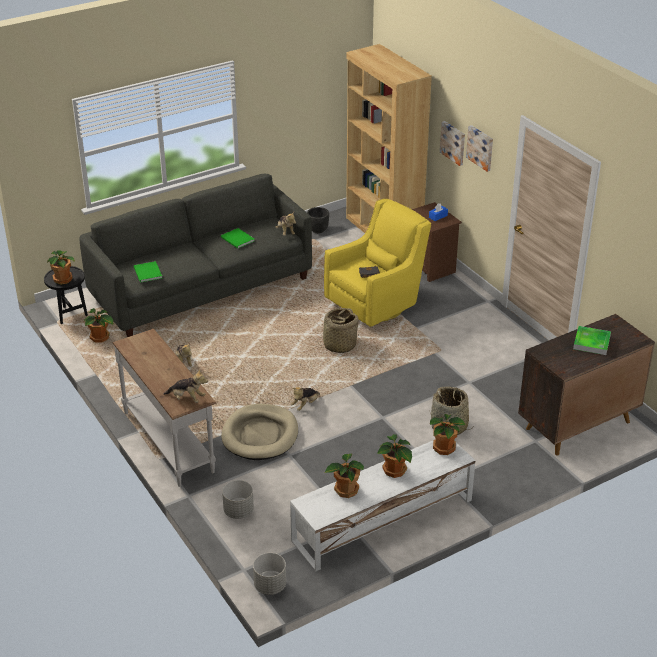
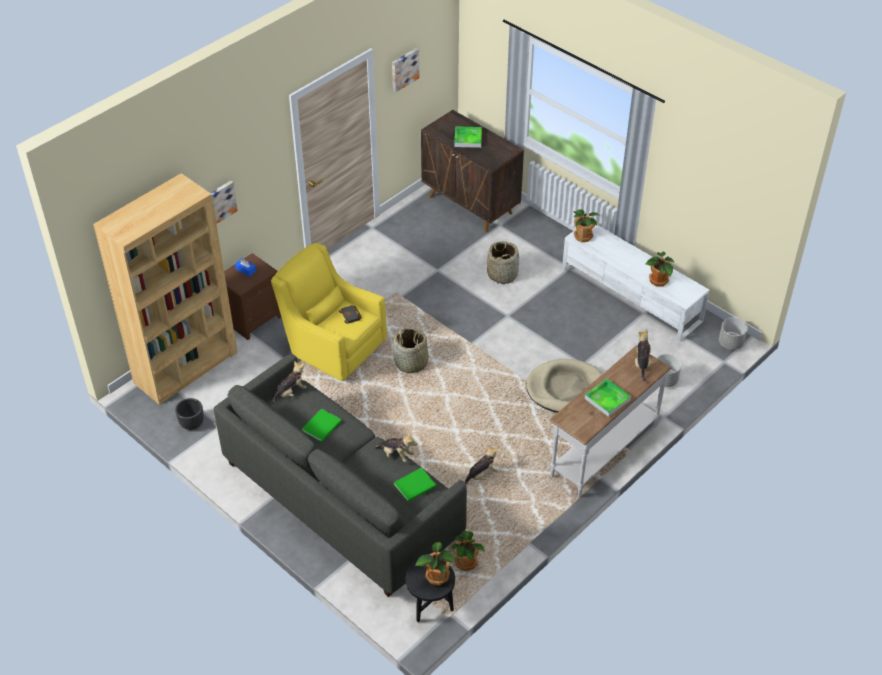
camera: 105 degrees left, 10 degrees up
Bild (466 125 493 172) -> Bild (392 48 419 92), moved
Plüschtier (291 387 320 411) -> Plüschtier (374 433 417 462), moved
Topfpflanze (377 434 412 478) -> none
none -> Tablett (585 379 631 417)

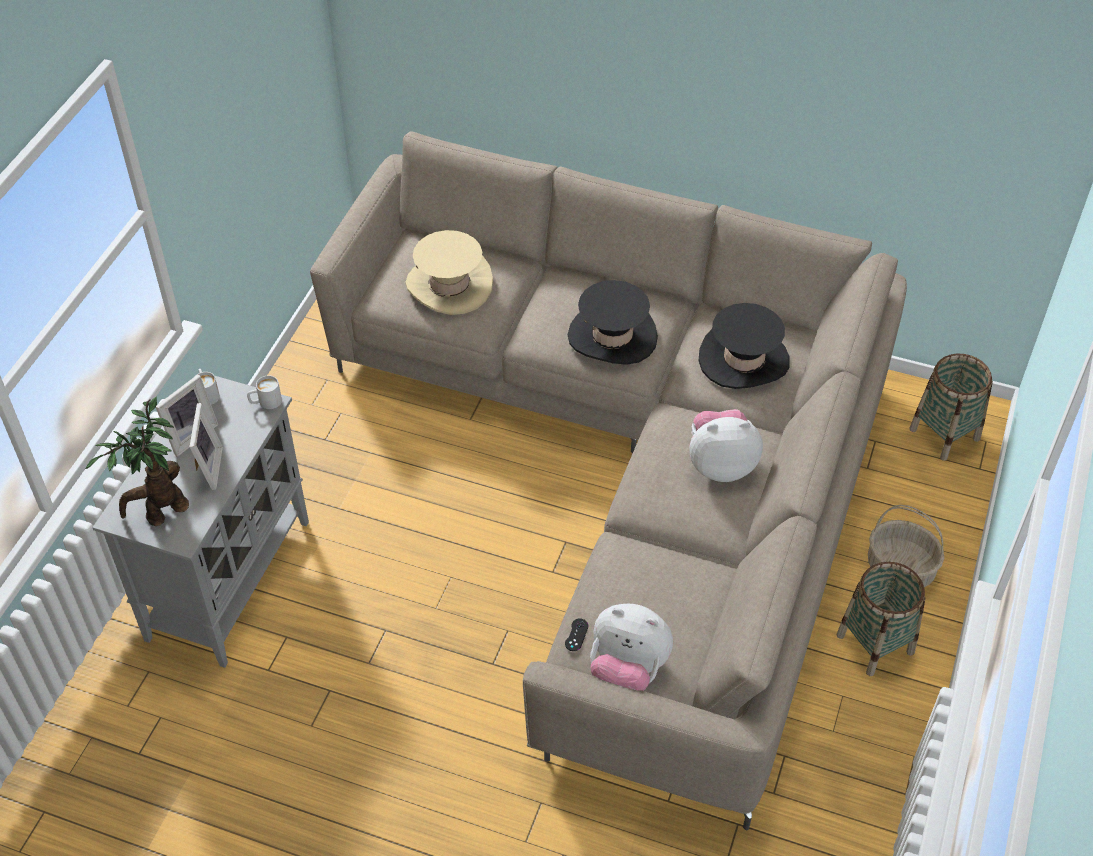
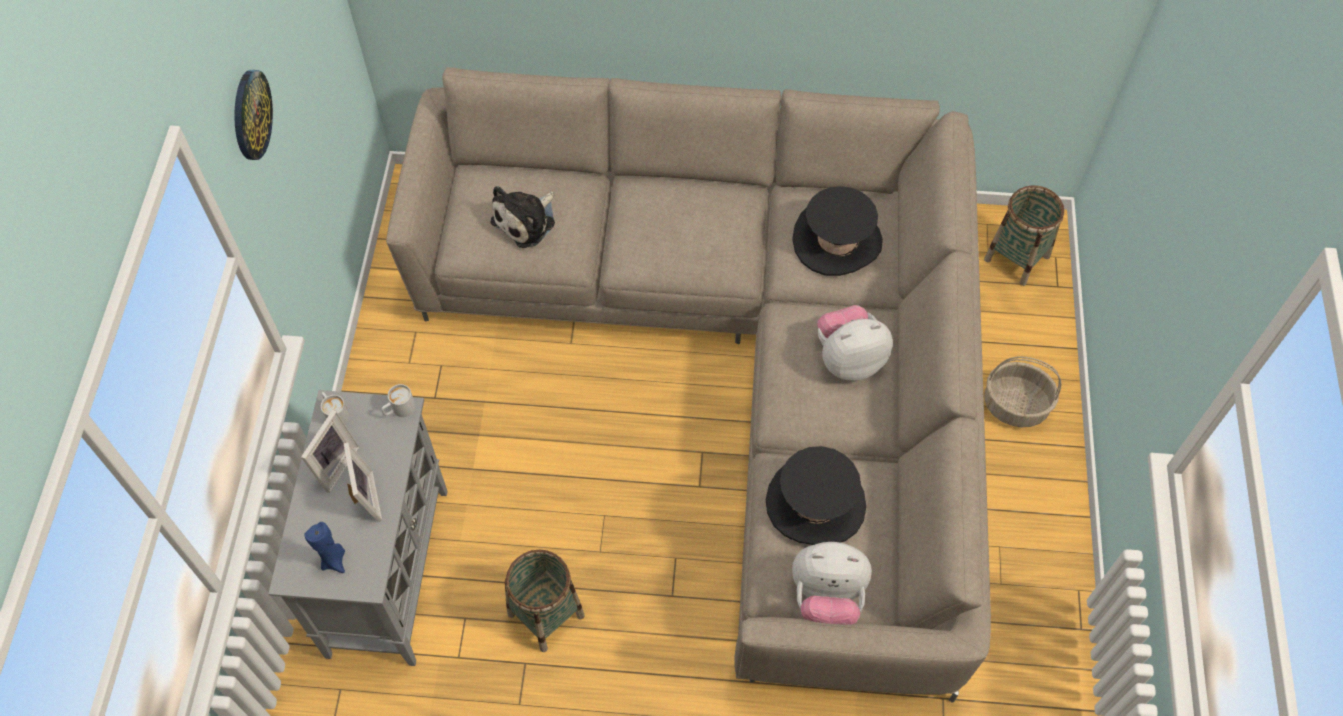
camera: 15 degrees left, 10 degrees up
Hut/beige (406 230 493 315) -> Plüschtier (490 186 555 248)
Hut/schwarz (568 280 658 365) -> Hut/schwarz (766 446 866 545), moved
Topfpflanze (85 396 189 526) -> Kerze/blau (305 522 345 573)
Korb (837 562 925 676) -> Korb (505 550 585 652), moved
Gamepad/schwarz (565 619 588 651) -> none
none -> Wanduhr (234 70 273 160)

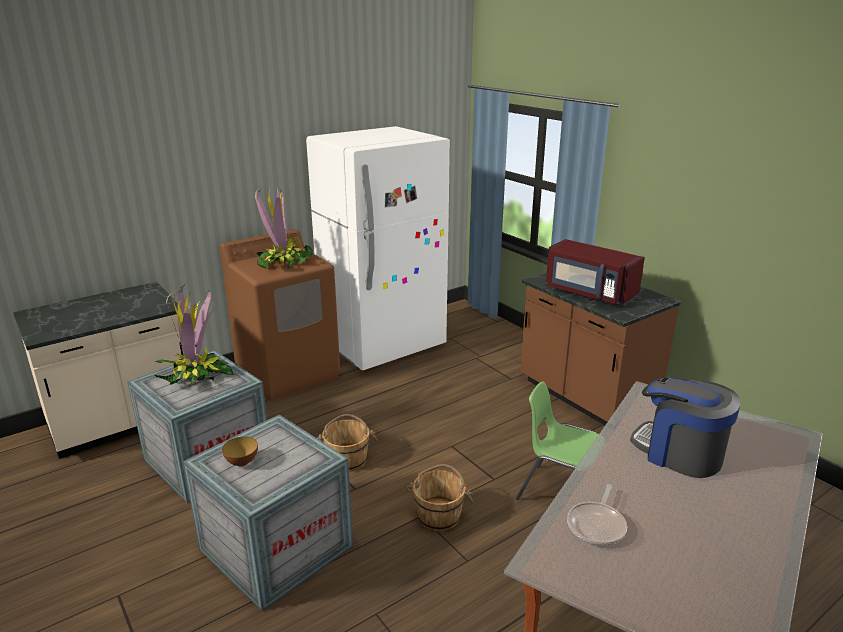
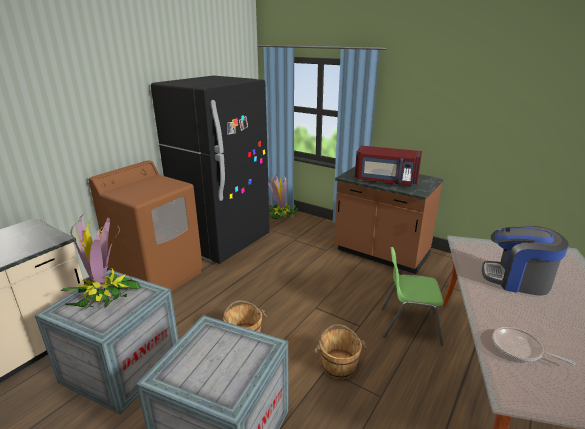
camera: 20 degrees left, 0 degrees up
Kühlschrank/weiß (306 126 450 371) -> Kühlschrank/schwarz (151 76 270 264)
Topfpflanze (255 187 313 269) -> Topfpflanze (268 174 298 219), moved
Schüssel (222 437 258 467) -> none
Pfanne (567 484 627 546) -> Pfanne (492 327 575 365), 120 degrees clockwise

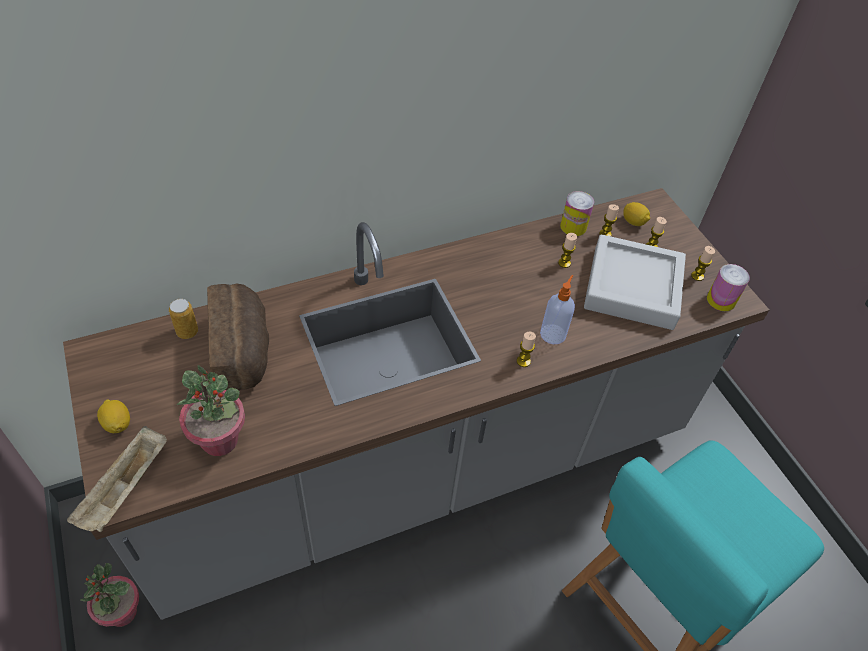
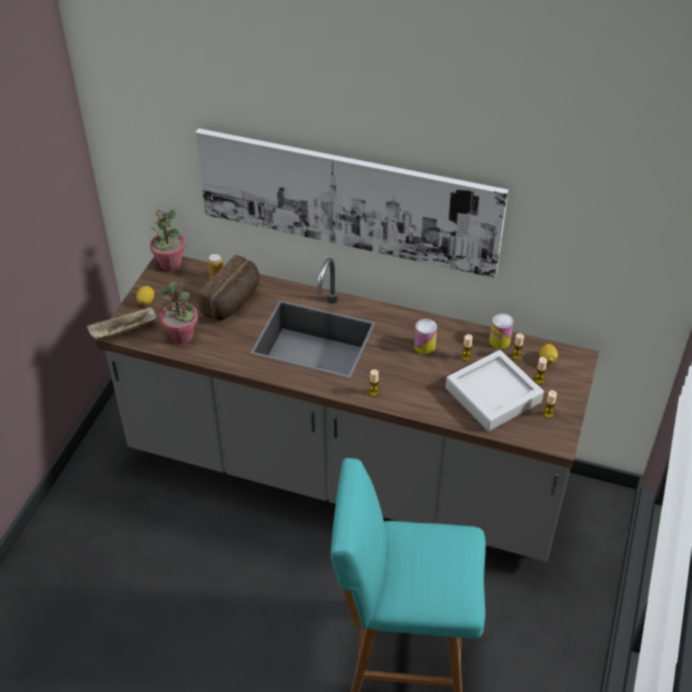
camera: 45 degrees right, 5 degrees down
Dose (707 264 750 311) -> Dose (414 319 437 354), moved
Seifenspender (540 275 575 344) -> none
Topfpflanze (80 563 139 627) -> Topfpflanze (150 209 186 271), moved
none -> Bild (195 128 508 278)

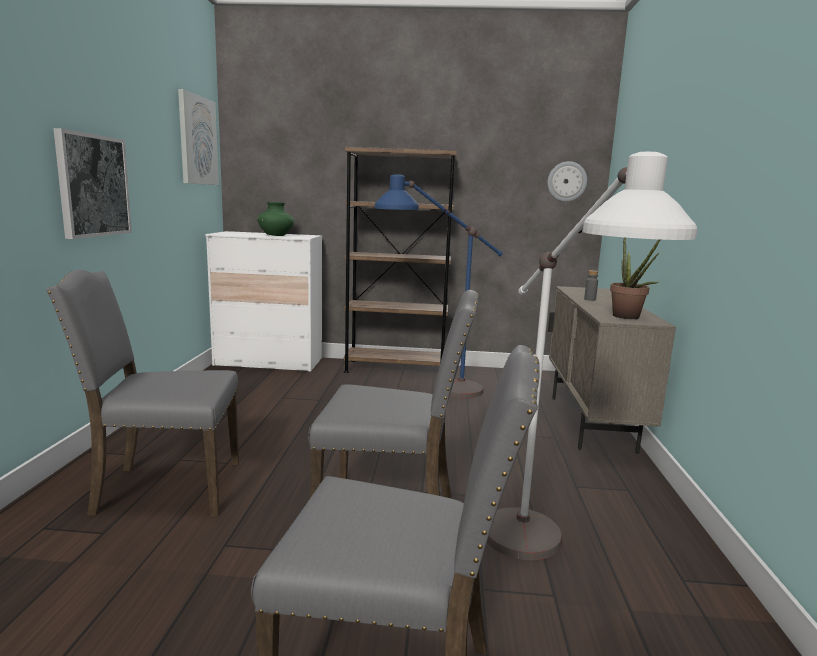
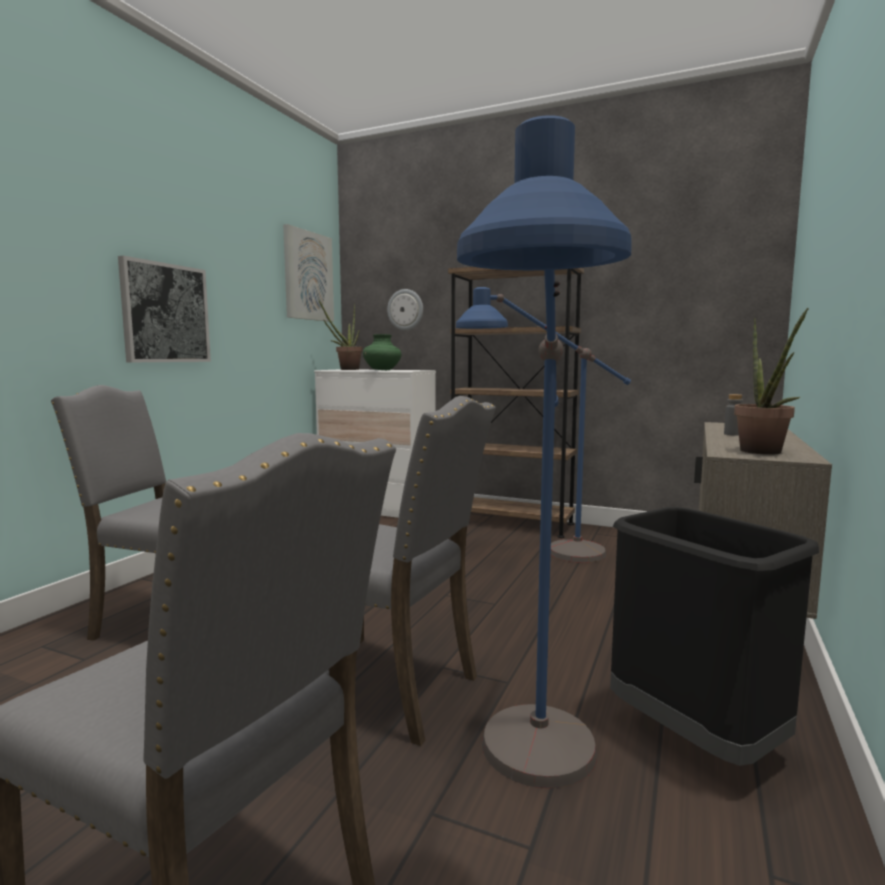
camera: 20 degrees right, 5 degrees down
Stehlampe/weiß (487 152 697 560) -> Stehlampe/blau (457 115 632 788)
Wanduhr (547 161 587 202) -> Wanduhr (387 289 423 330), moved
none -> Topfpflanze (318 299 362 370)
none -> Mülleimer/schwarz (610 507 819 766)

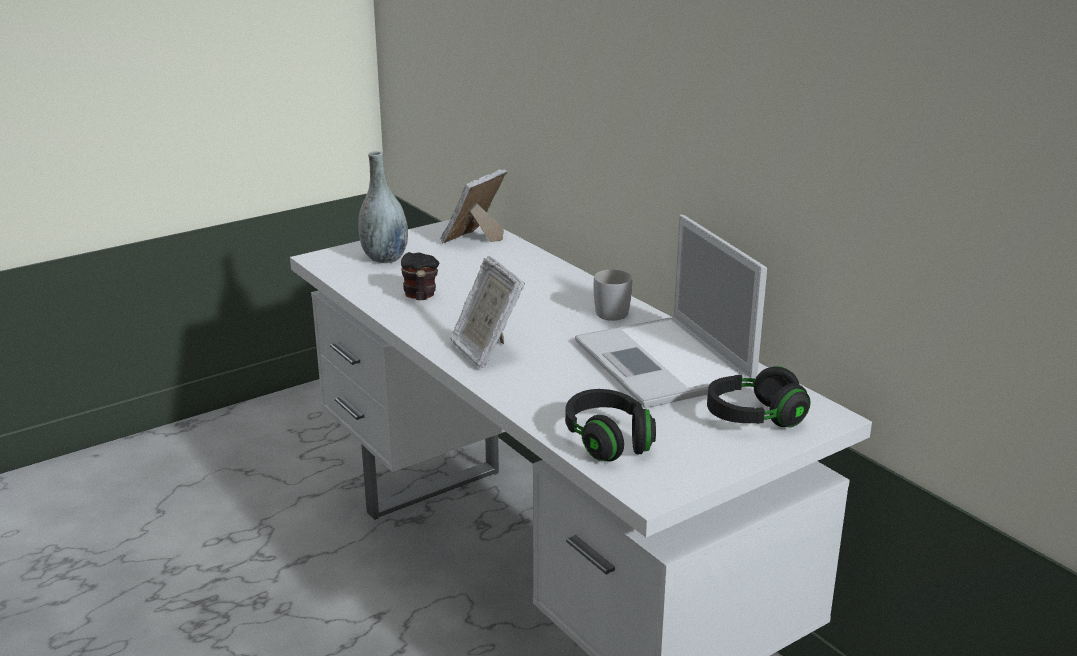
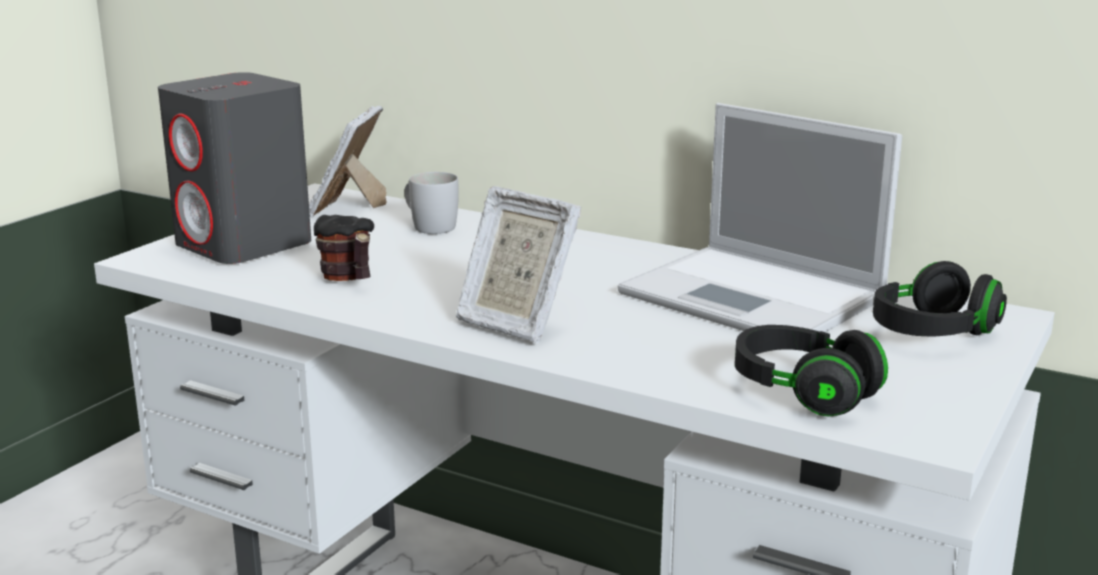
camera: 25 degrees left, 5 degrees down
Vase/grau (358 151 408 263) -> Lautsprecher/grau (158 72 311 264)
Henkelbecher/weiß (594 270 632 321) -> Henkelbecher/weiß (404 172 459 234), moved

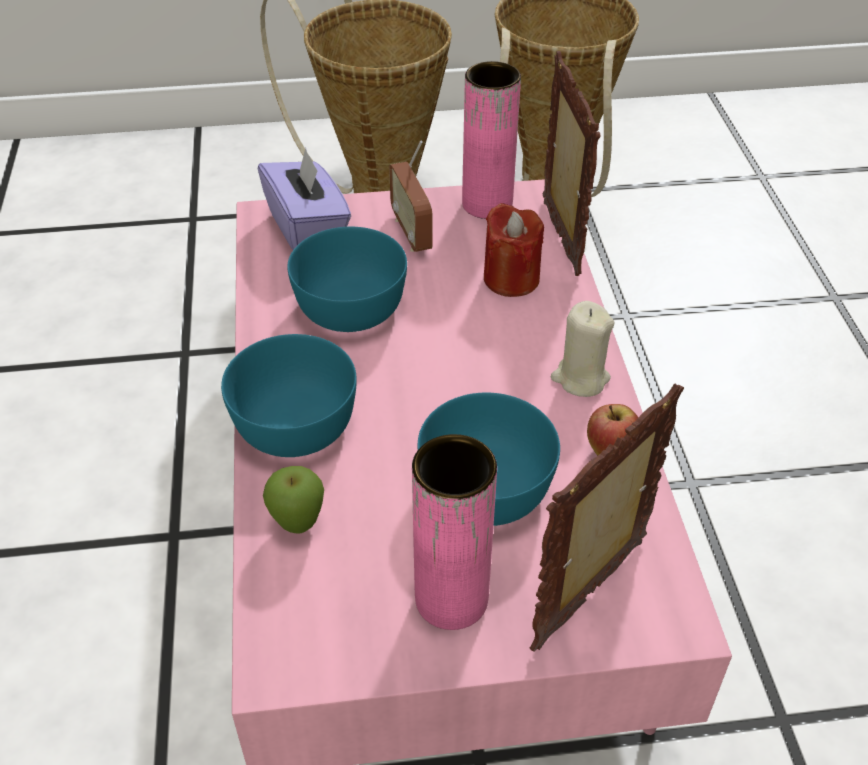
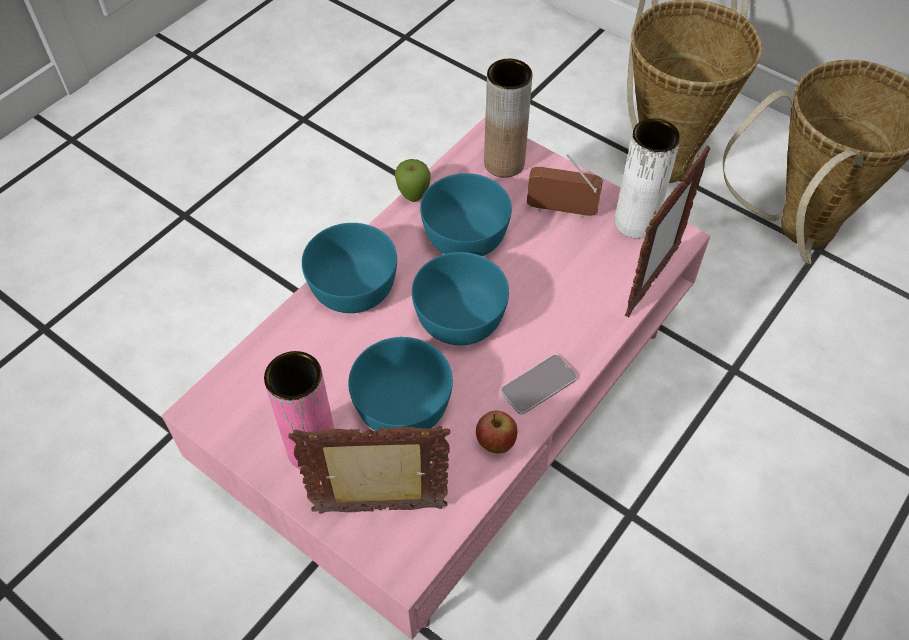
camera: 45 degrees right, 10 degrees up
Vase/rosa (462 61 521 219) -> Vase/weiß (614 118 681 239)
Radio (389 140 433 252) -> Radio (527 154 603 219), 75 degrees clockwise
Taschentuchbox/lila (258 148 351 250) -> Vase/braun (484 59 533 178)
Kerze/rot (484 203 544 297) -> none
Kerze/beige (551 301 614 397) -> Handy (501 355 577 414)
Apfel (263 466 324 534) -> Apfel (395 159 431 202), moved
none -> Schüssel/türkis (412 252 509 345)

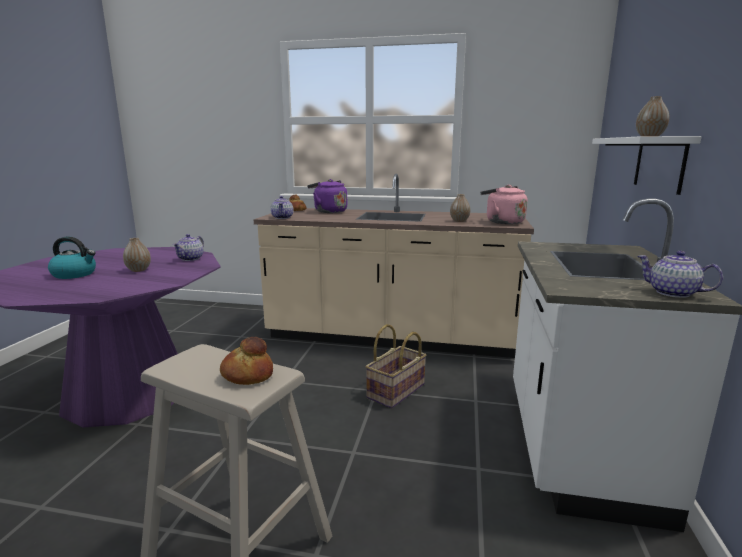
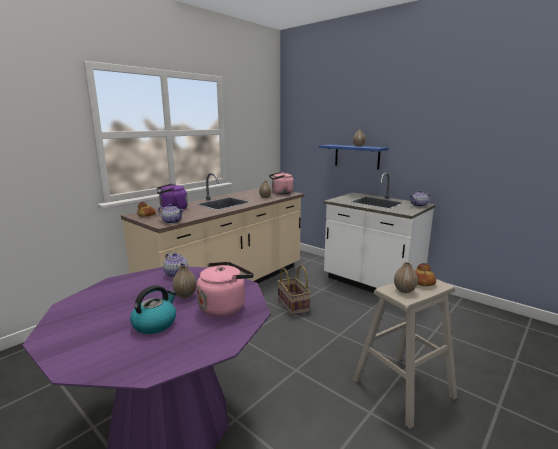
camera: 60 degrees left, 0 degrees up
Wandregal/weiß (592 136 701 195) -> Wandregal/blau (319 145 389 170)
none -> Wasserkessel/rosa (197 262 254 317)
none -> Vase (394 262 418 293)

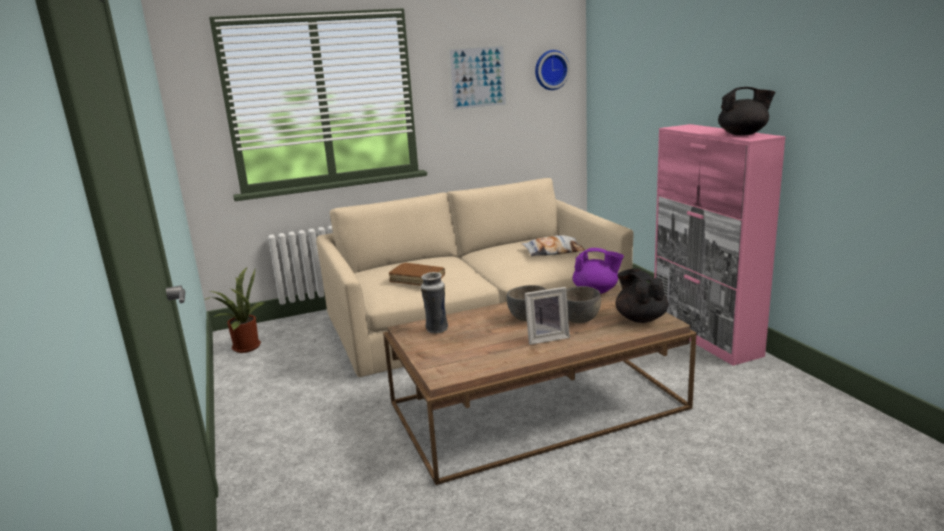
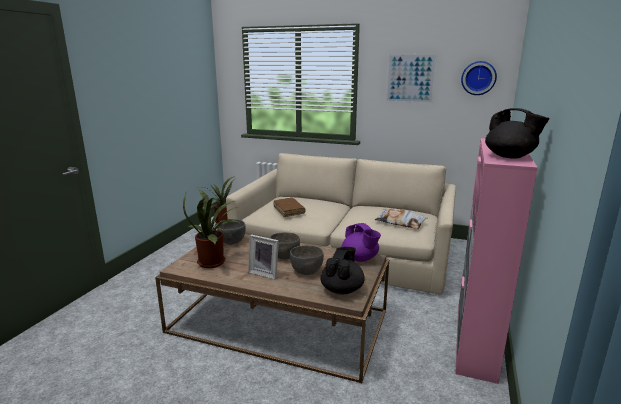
camera: 40 degrees right, 0 degrees up
Vase (421 272 448 333) -> Schüssel/grau (217 219 246 245)
none -> Topfpflanze (183 189 239 268)

